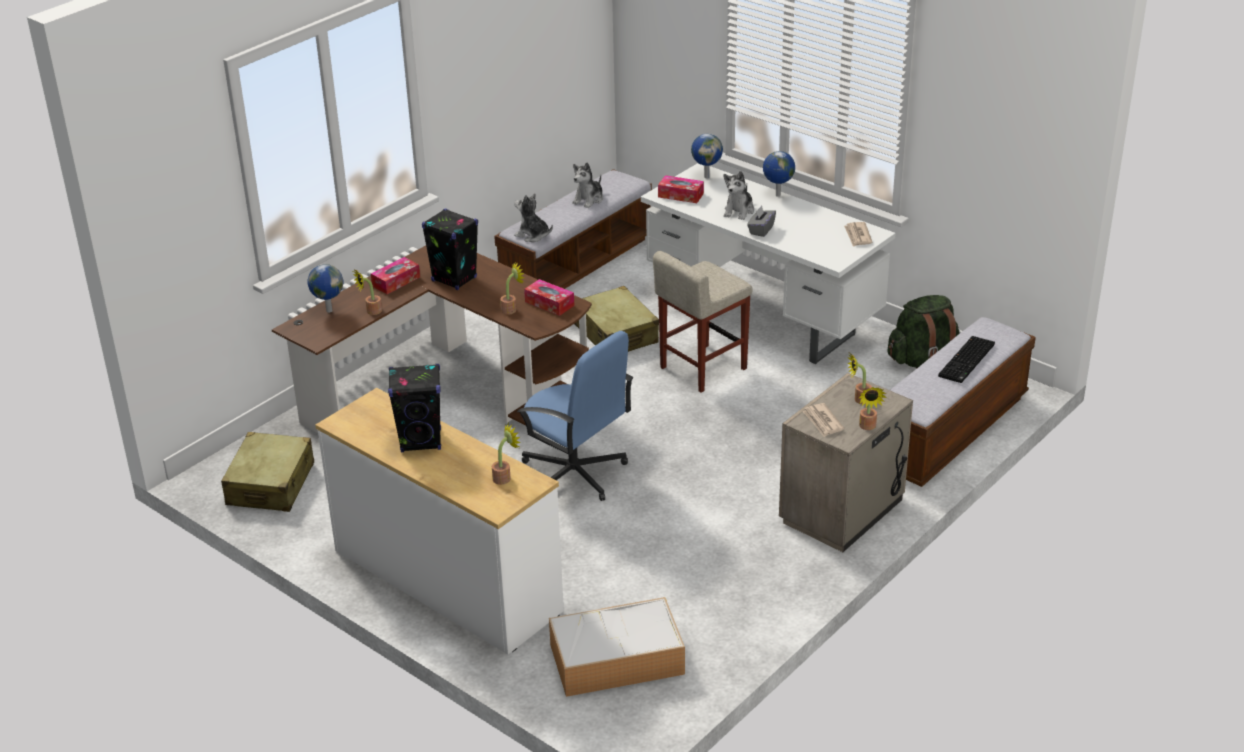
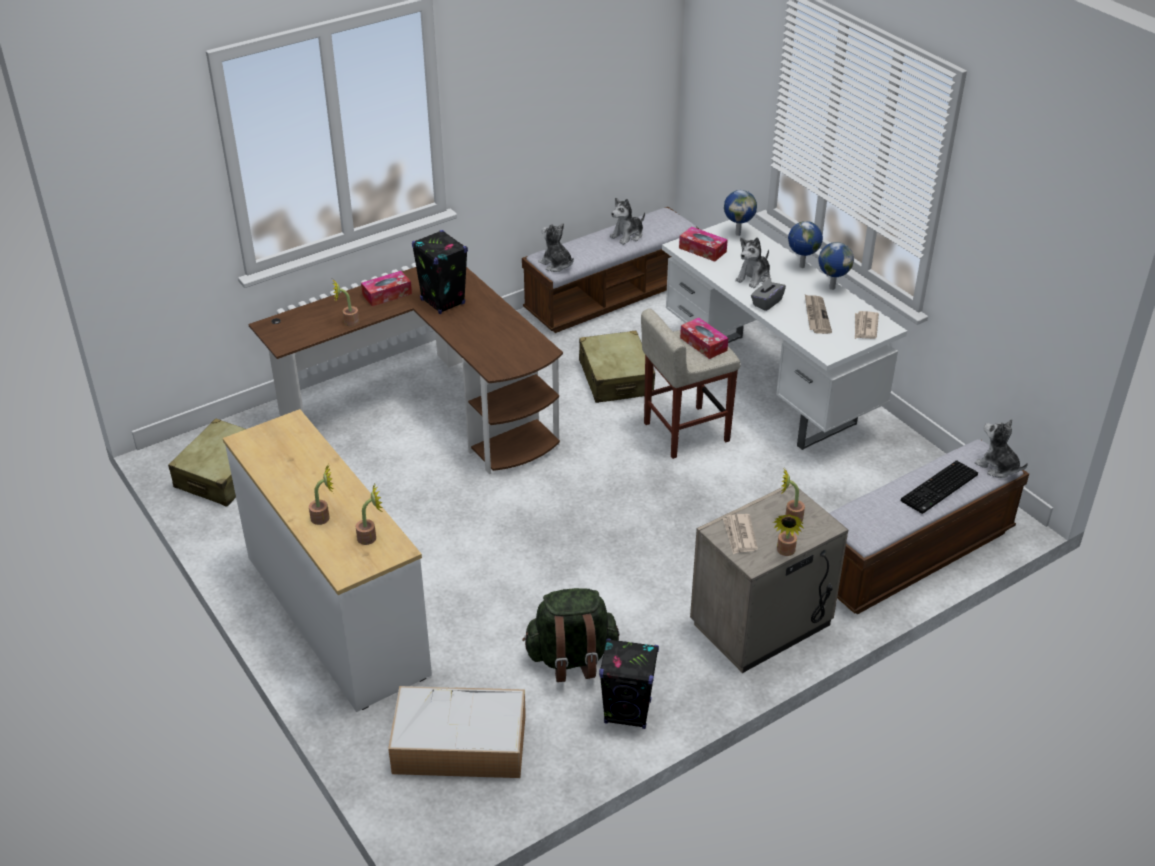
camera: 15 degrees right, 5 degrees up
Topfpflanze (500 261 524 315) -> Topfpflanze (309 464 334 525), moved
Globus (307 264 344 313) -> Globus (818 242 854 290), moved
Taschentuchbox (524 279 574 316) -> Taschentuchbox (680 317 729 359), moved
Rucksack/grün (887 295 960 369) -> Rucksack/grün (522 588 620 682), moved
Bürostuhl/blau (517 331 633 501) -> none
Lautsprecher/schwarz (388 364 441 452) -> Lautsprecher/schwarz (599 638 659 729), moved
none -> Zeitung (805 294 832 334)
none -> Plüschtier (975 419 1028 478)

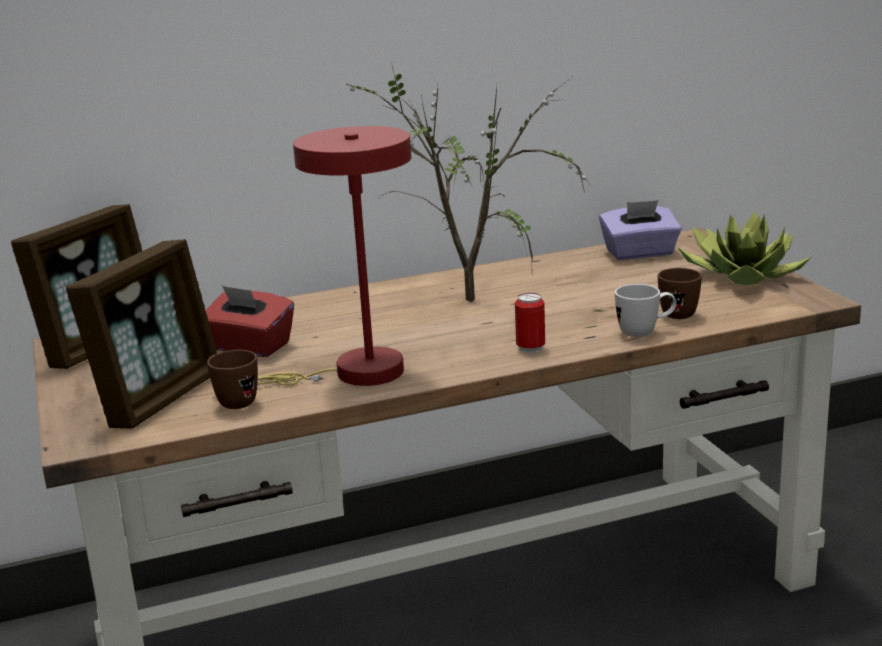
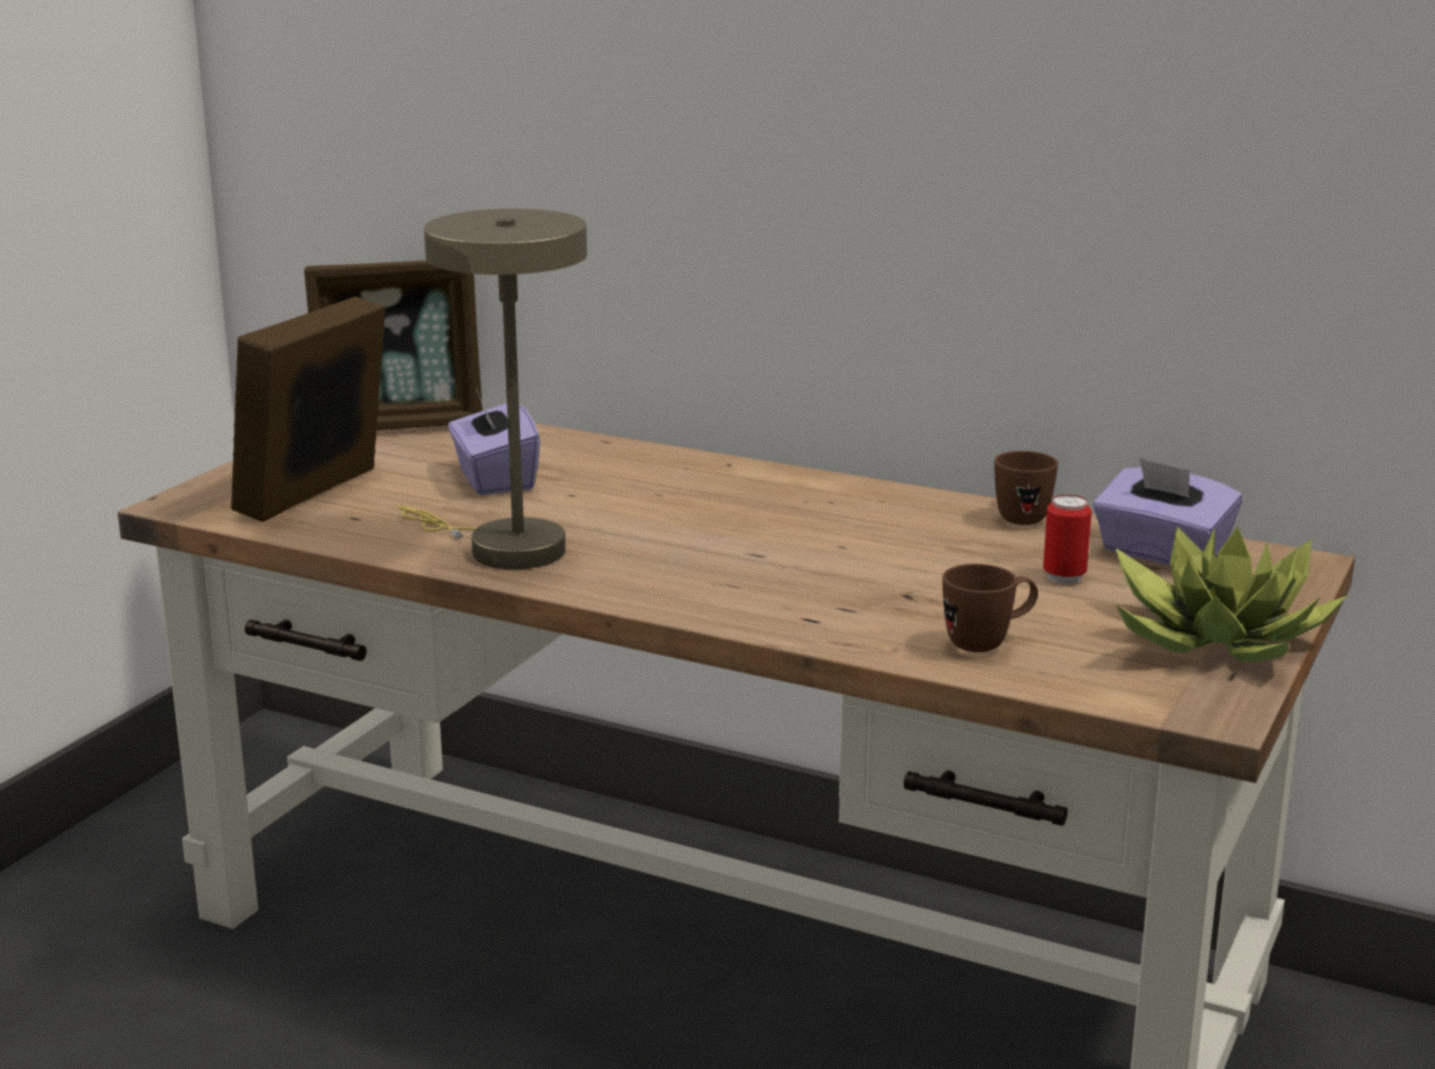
camera: 45 degrees right, 0 degrees up
Topfpflanze (346 62 592 302) -> none
Tischlampe/rot (257 126 411 386) -> Tischlampe/beige (398 209 587 569)
Bilderrahmen (66 239 217 428) -> Bilderrahmen (231 296 385 522), 135 degrees clockwise
Henkelbecher/weiß (615 284 677 337) -> none
Taschentuchbox/rot (205 285 294 357) -> Taschentuchbox/lila (448 389 540 495)
Dose (515 293 545 353) -> Dose (1043 495 1092 584), moved
Henkelbecher/braun (207 350 258 409) -> Henkelbecher/braun (994 451 1058 525), moved

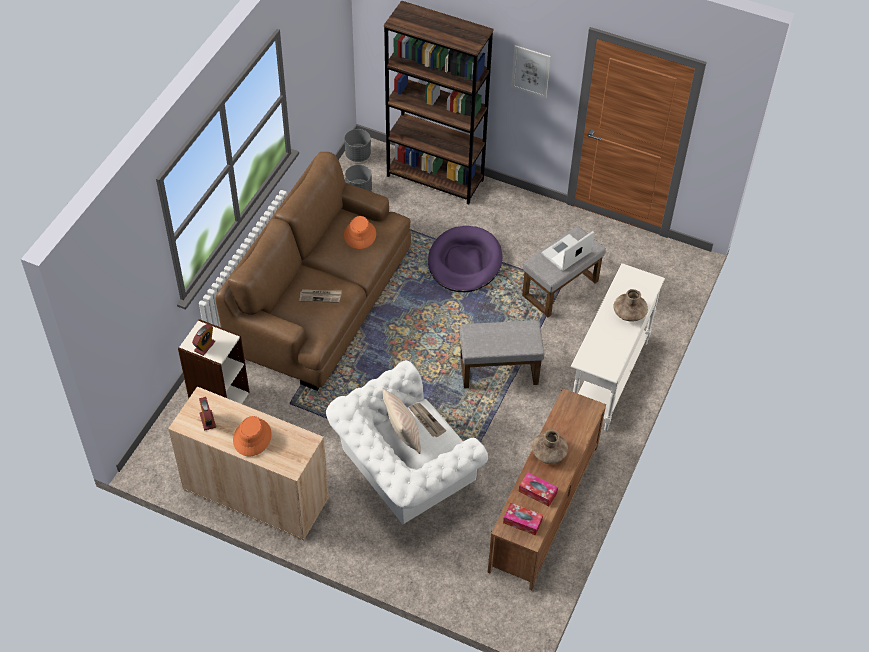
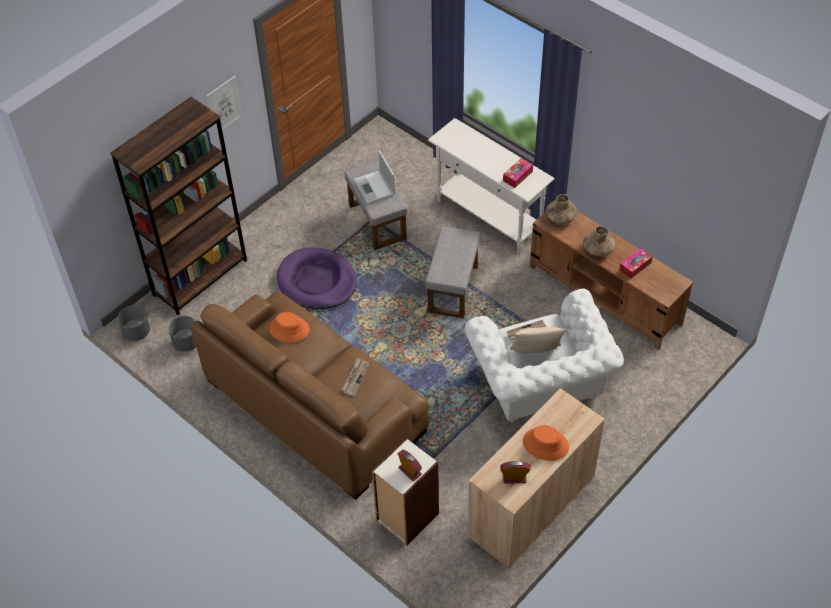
camera: 70 degrees left, 0 degrees up
Vase/braun (613 289 648 322) -> Vase/braun (546 194 577 224), moved
Taschentuchbox (503 503 543 536) -> Taschentuchbox (503 158 533 188), moved

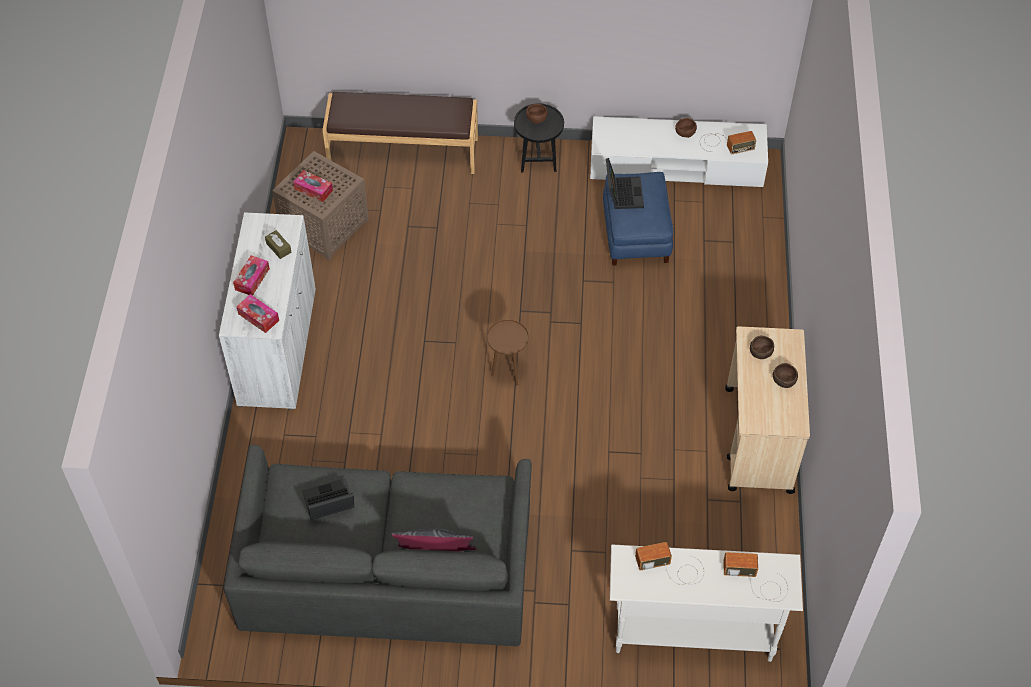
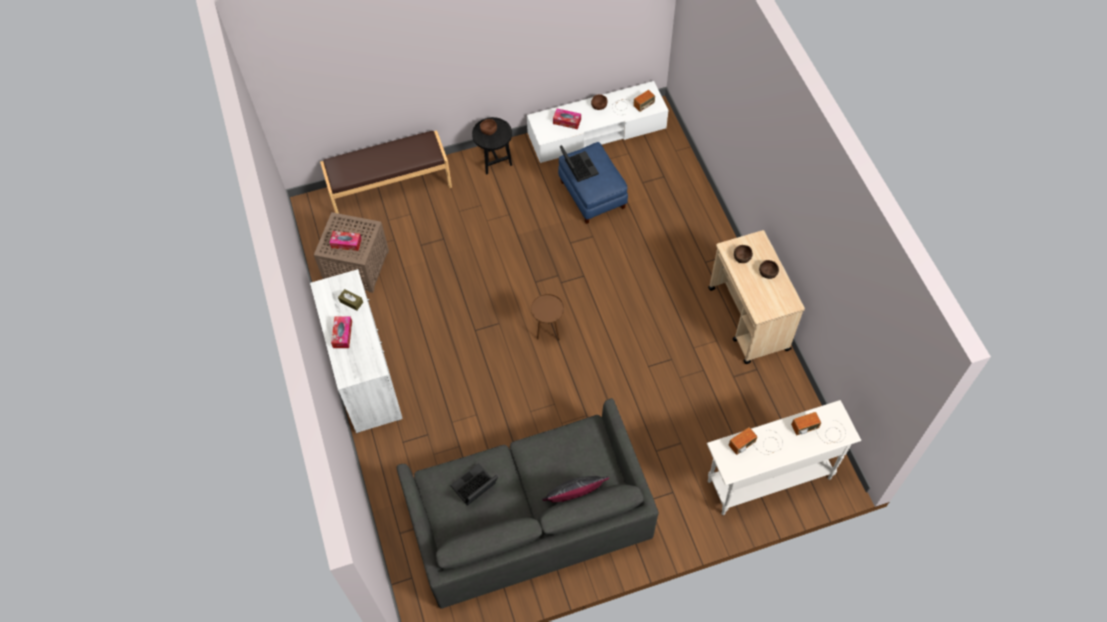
camera: 20 degrees left, 5 degrees up
Taschentuchbox (236 294 279 333) -> Taschentuchbox (553 109 581 129), moved

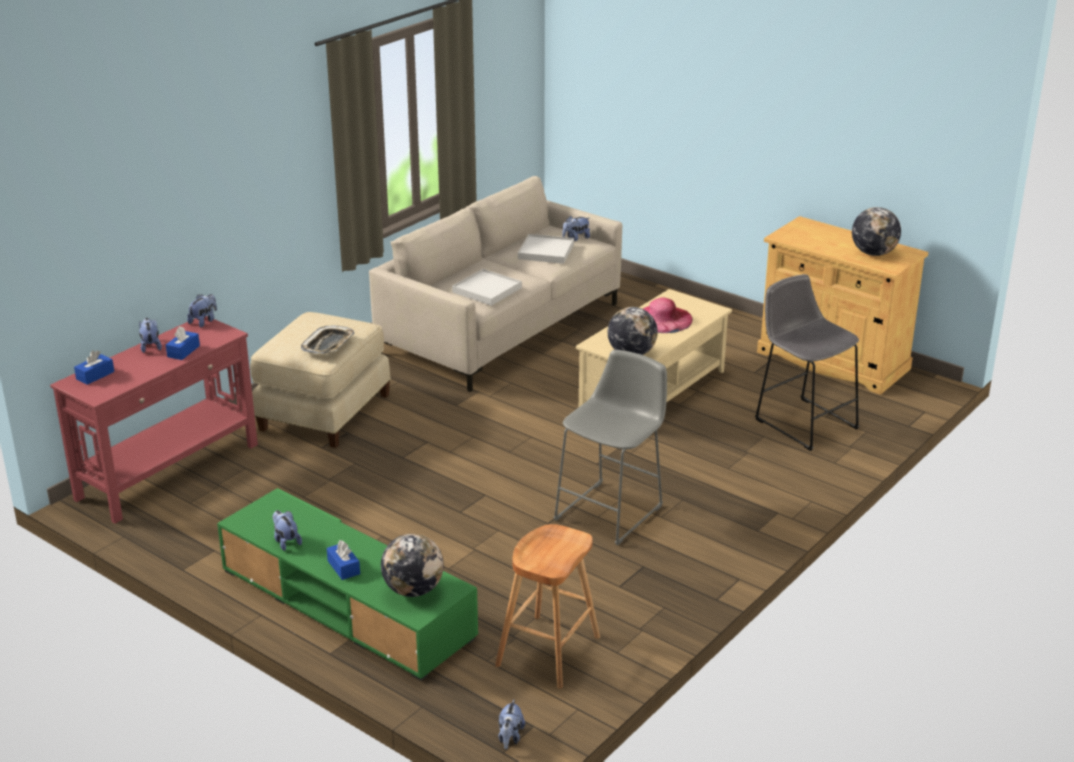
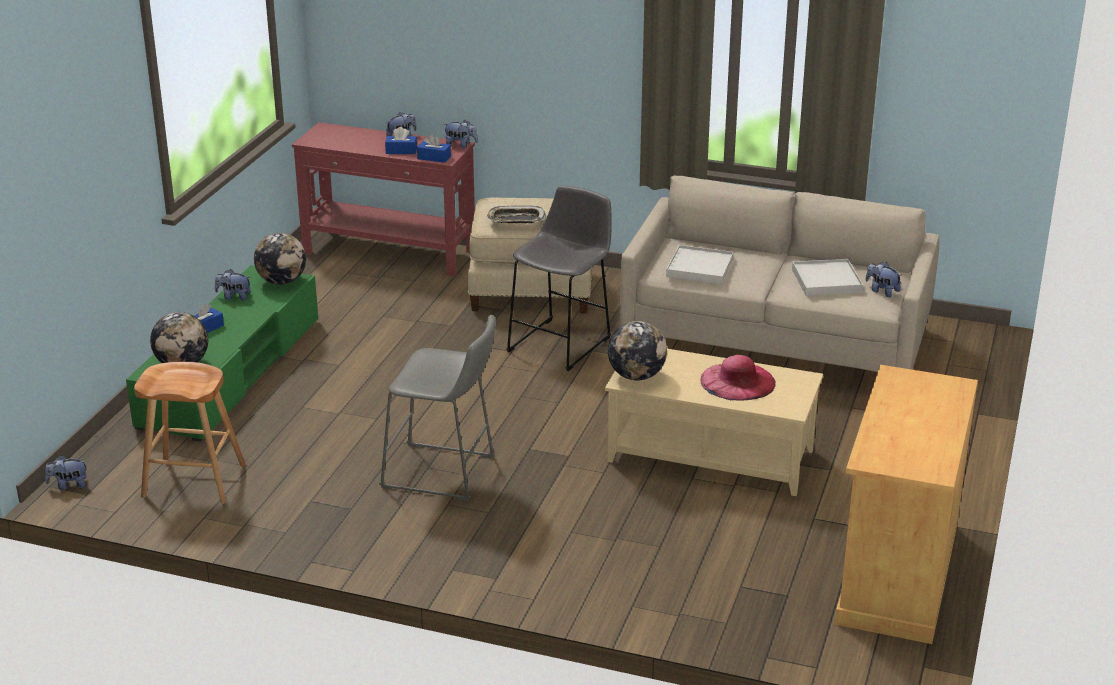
camera: 70 degrees right, 0 degrees up
Globus (852 207 901 256) -> Globus (254 233 306 285), moved
Hocker/grau (755 274 860 451) -> Hocker/grau (506 186 612 371), moved
Taschentuchbox/blau (74 350 114 385) -> Taschentuchbox/blau (417 134 451 163), moved
Plüschtier (272 510 302 551) -> Plüschtier (215 269 251 301), 120 degrees counterclockwise

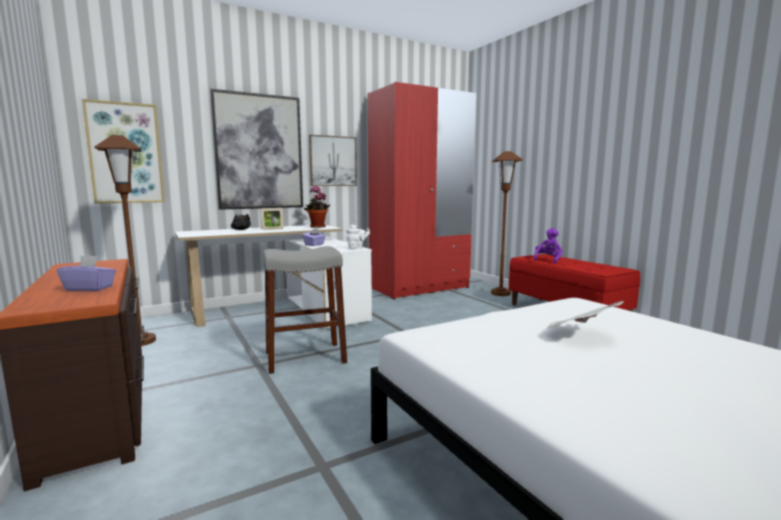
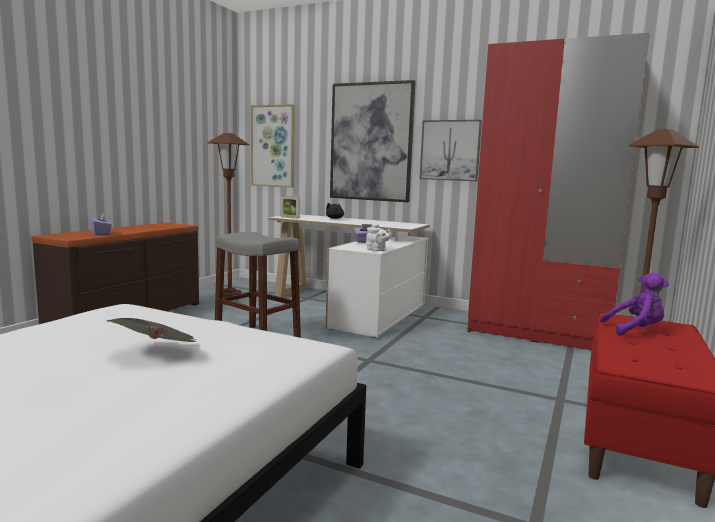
camera: 55 degrees right, 0 degrees up
Topfpflanze (304 186 330 228) -> none
Bilderrahmen (260 208 284 230) -> Bilderrahmen (280 196 300 219), moved

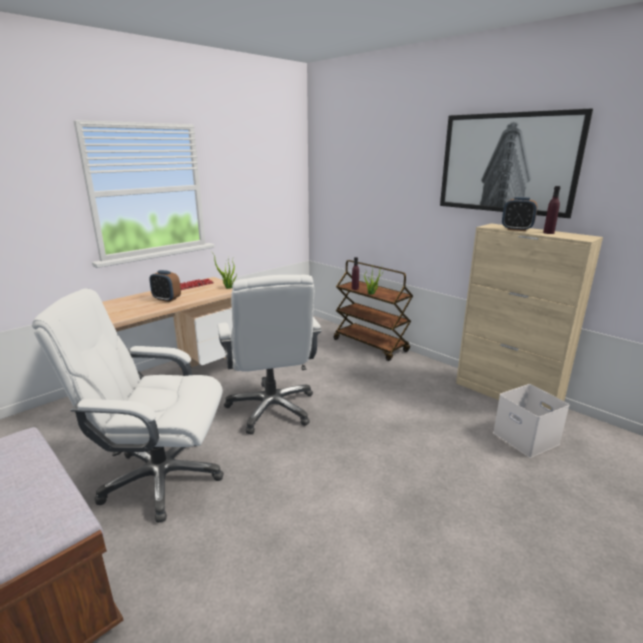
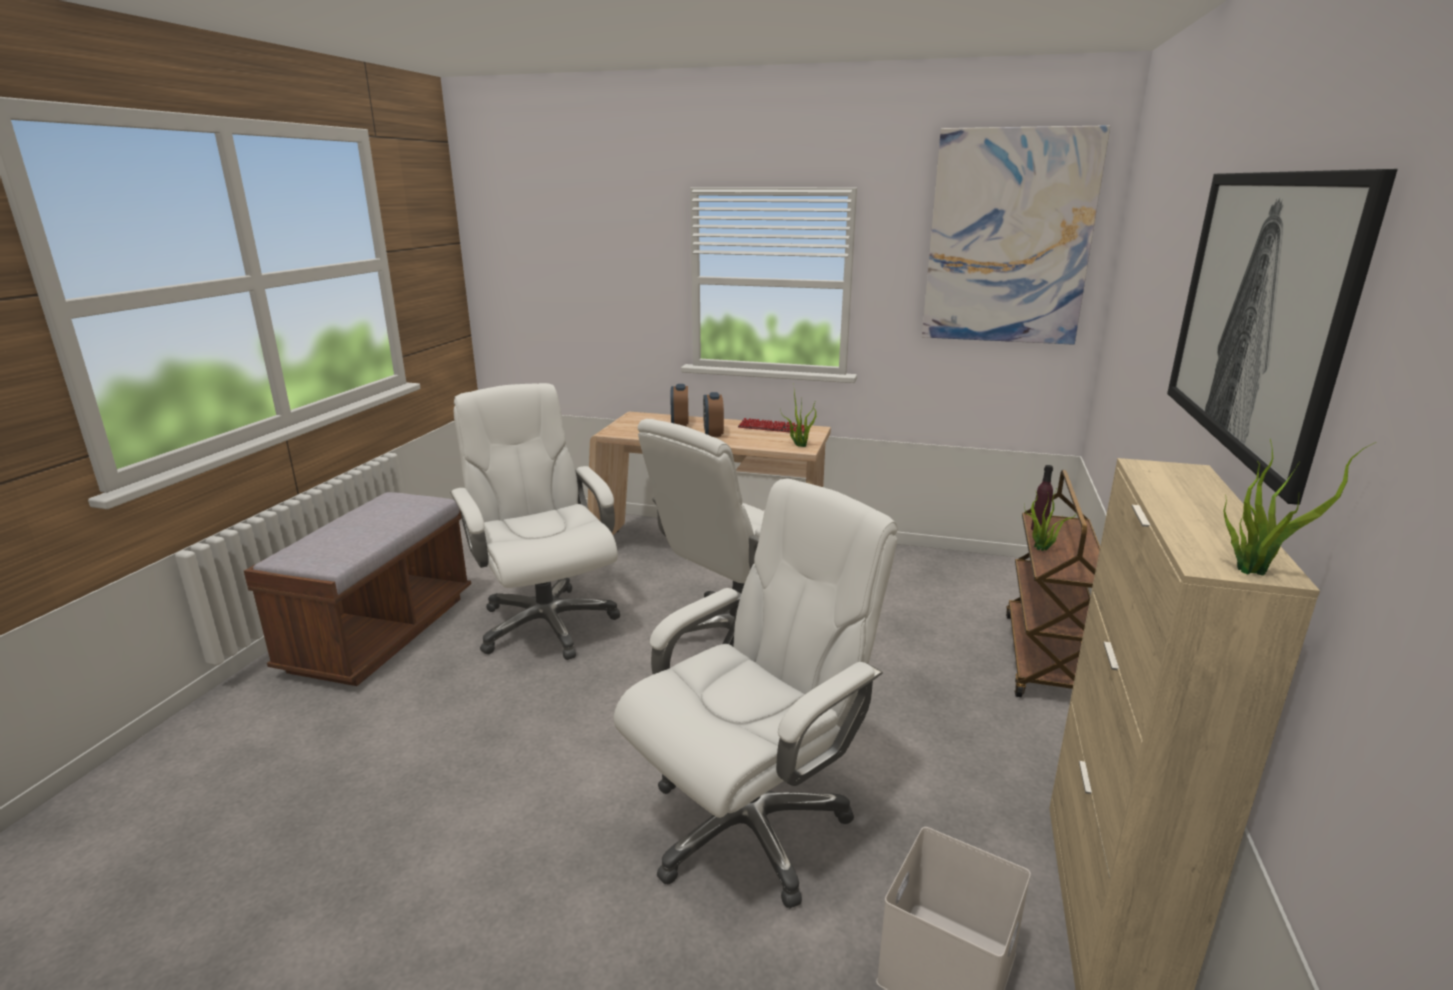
camera: 60 degrees right, 0 degrees up
Flasche/lila (543 186 560 234) -> none
Wecker (502 197 537 231) -> Wecker (670 384 689 426), moved
none -> Bild (922 125 1110 345)
none -> Topfpflanze (1224 438 1376 576)
none -> Bürostuhl/weiß (613 478 898 909)

